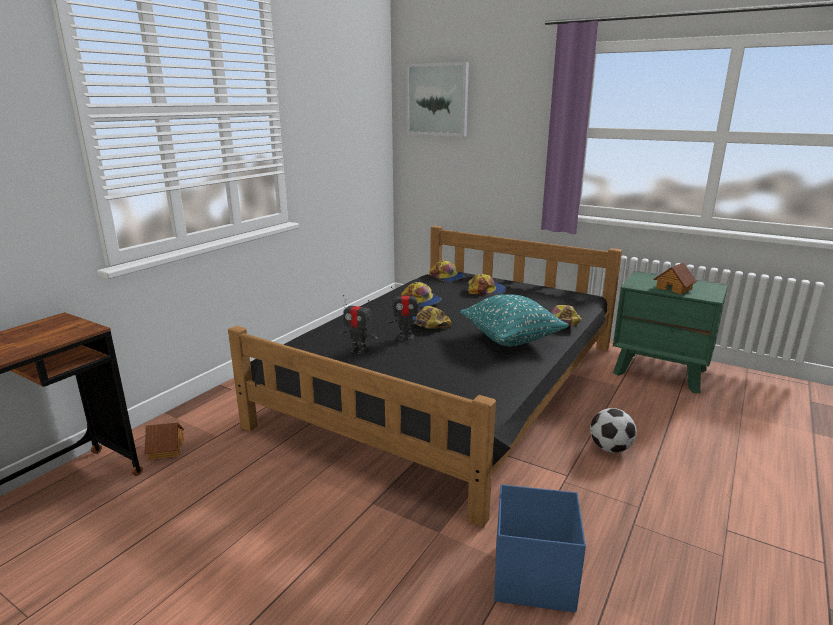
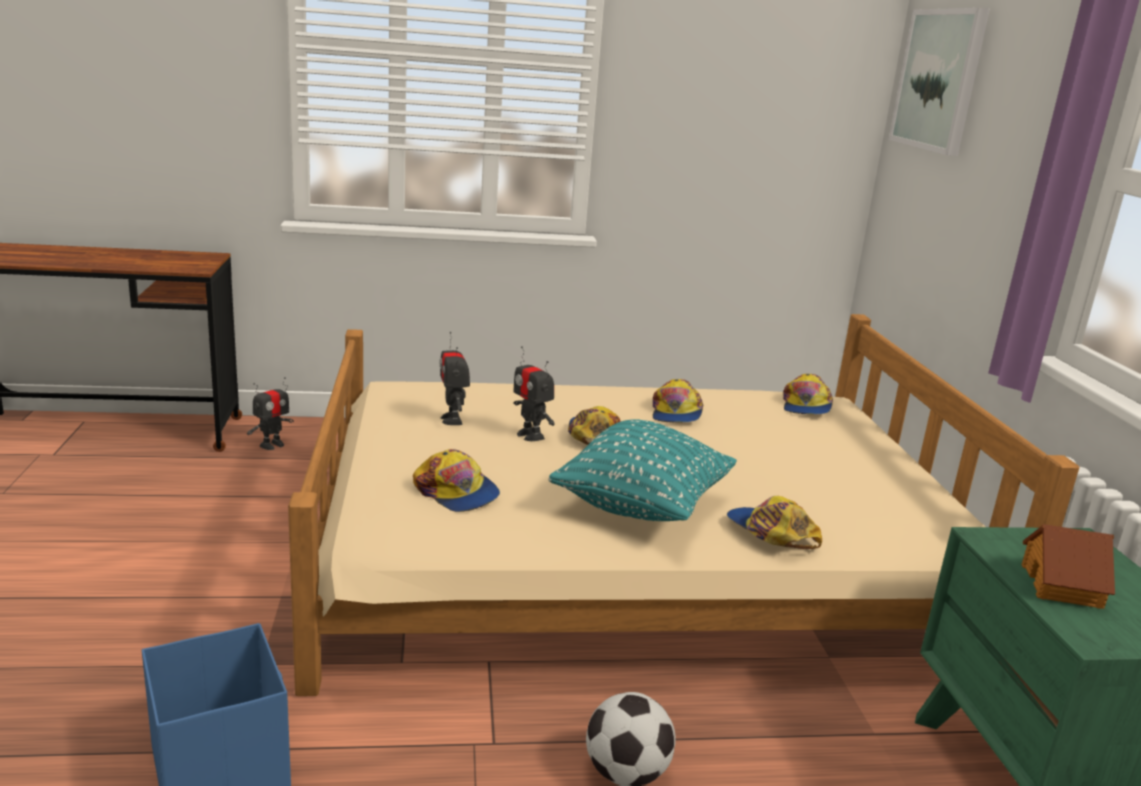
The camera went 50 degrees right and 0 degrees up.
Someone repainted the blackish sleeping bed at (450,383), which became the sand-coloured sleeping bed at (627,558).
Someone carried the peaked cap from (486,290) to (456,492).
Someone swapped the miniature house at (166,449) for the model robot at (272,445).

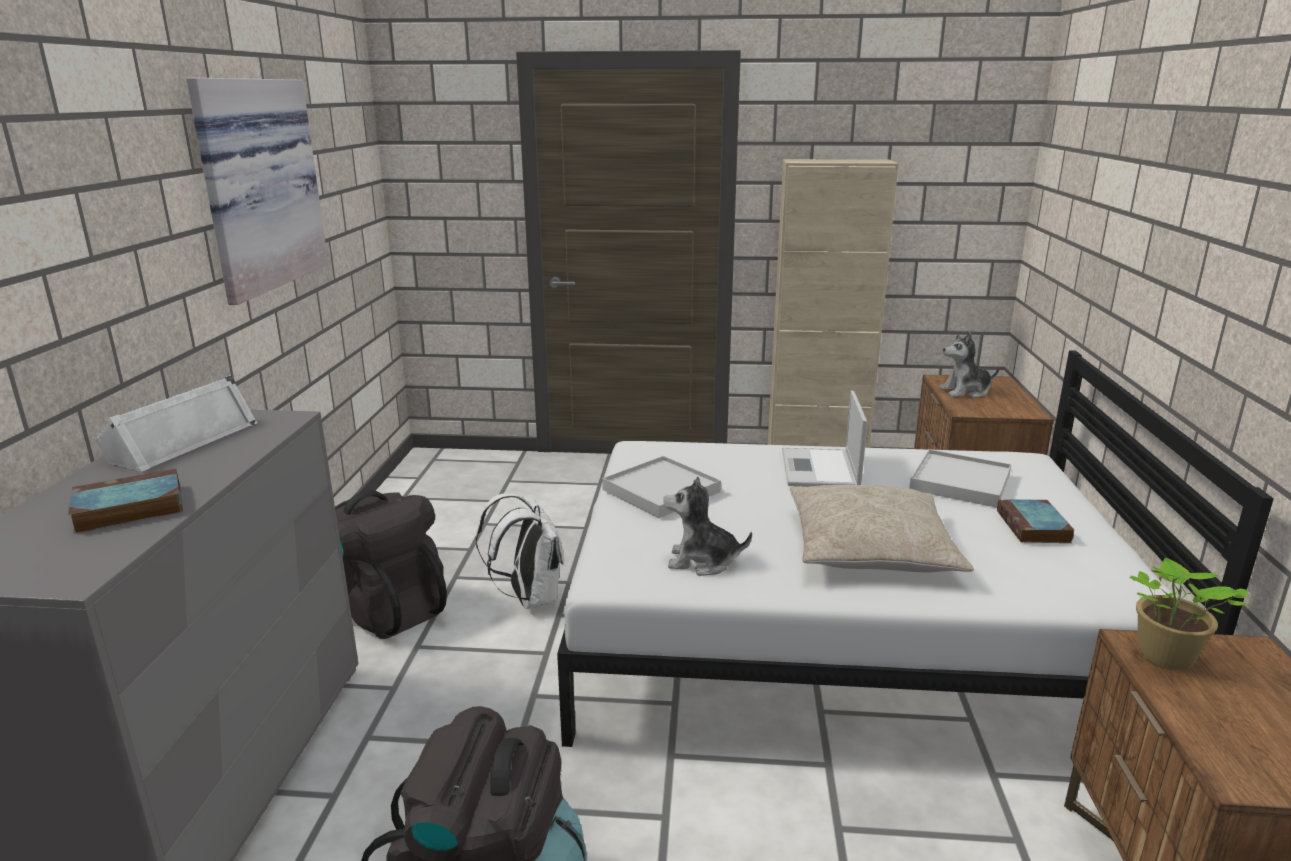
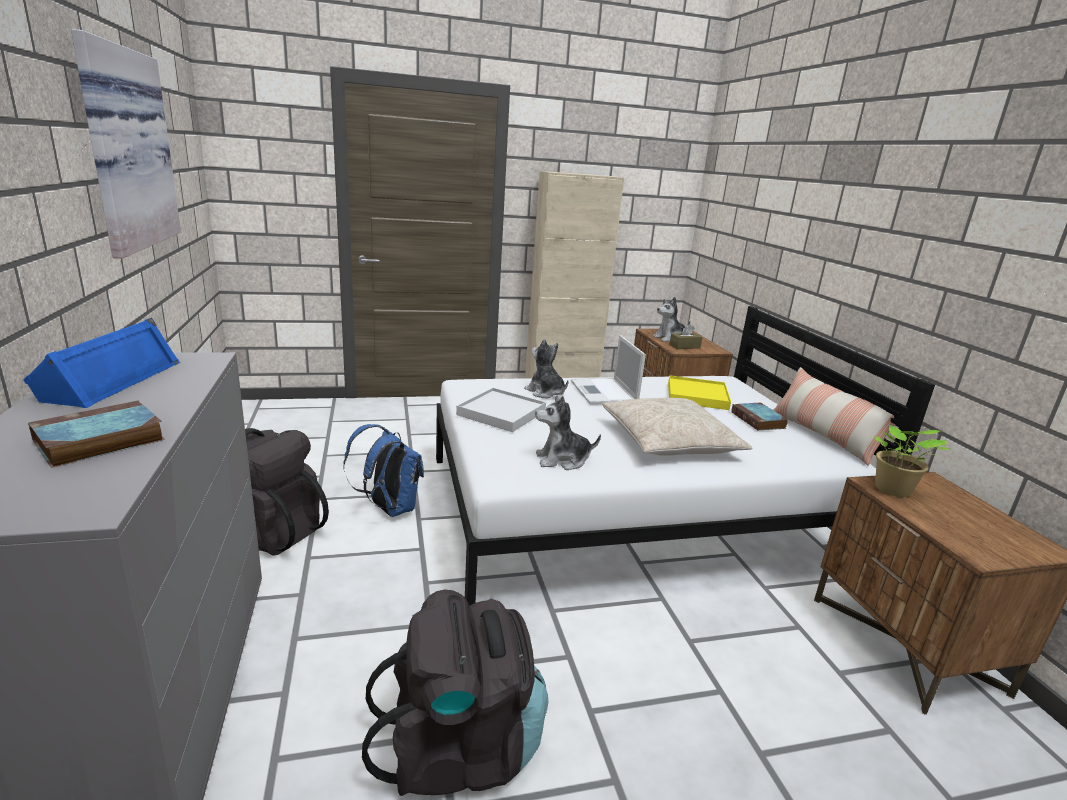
The camera went 20 degrees left and 0 degrees up.
Someone repainted the white audio speaker at (181,441), which became the blue-coloured audio speaker at (109,380).
Someone repainted the white serving tray at (960,482), which became the yellow-coloured serving tray at (697,396).
Someone repainted the white rucksack at (529,598), which became the blue-coloured rucksack at (389,508).
Someone put down the brown-coloured tissue holder at (684,346).
Someone put down the plush toy at (545,392).
Someone put down the pillow at (823,436).

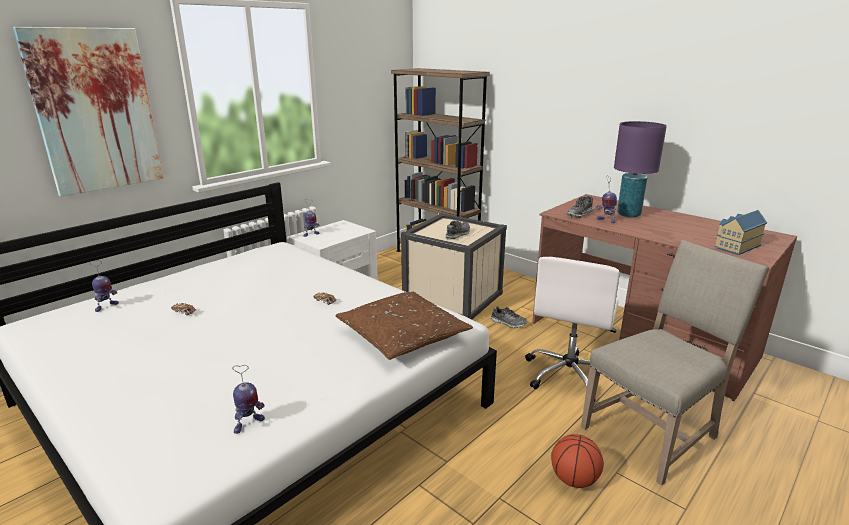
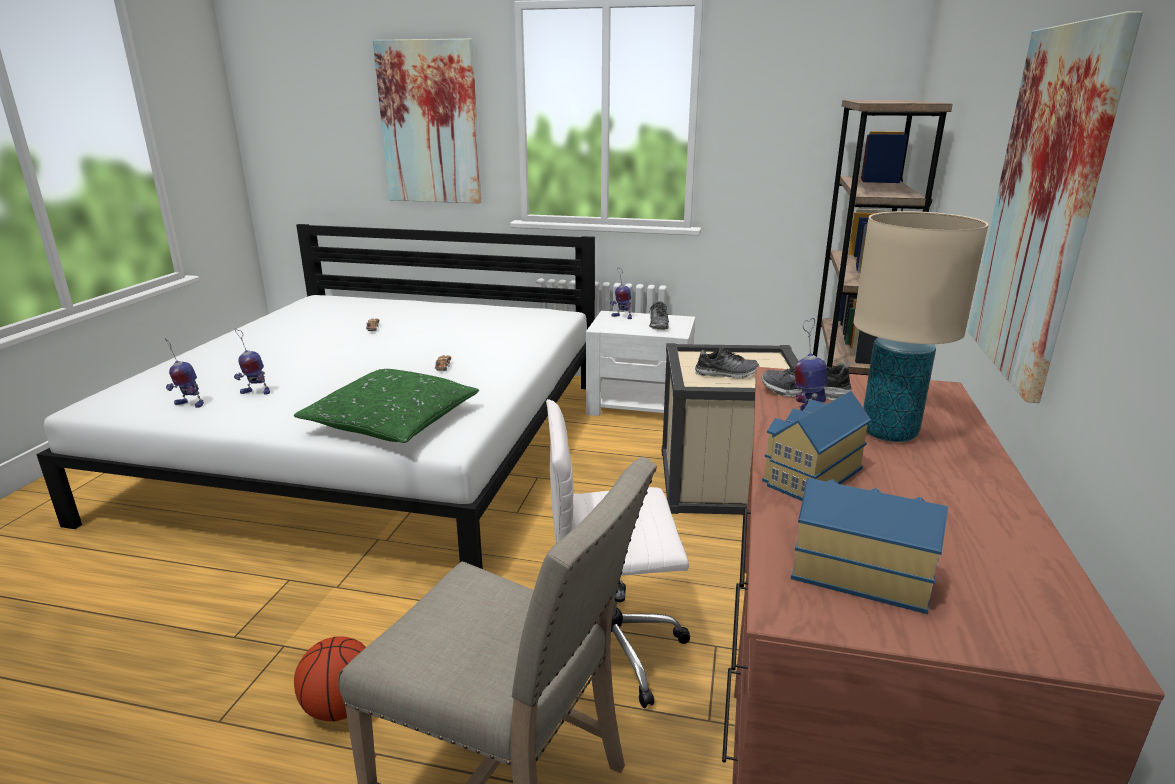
The camera went 60 degrees right and 0 degrees up.
Someone repainted the purple table lamp at (628,214), which became the sand-coloured table lamp at (889,432).
Someone carried the model robot from (106,307) to (255,392).
Someone repainted the brown-coloured pillow at (402,335), which became the greenish pillow at (393,421).
Someone carried the low shoe from (508,323) to (659,324).
Someone put up the picture at (1042,208).
Someone put down the miniature house at (809,475).

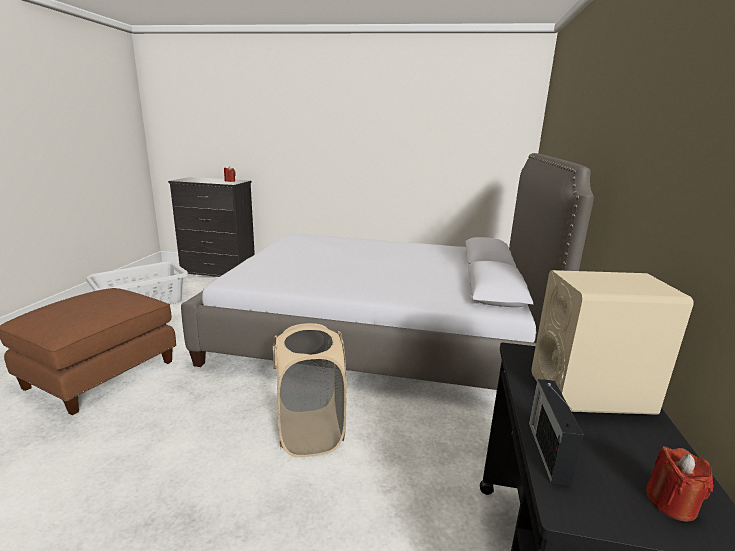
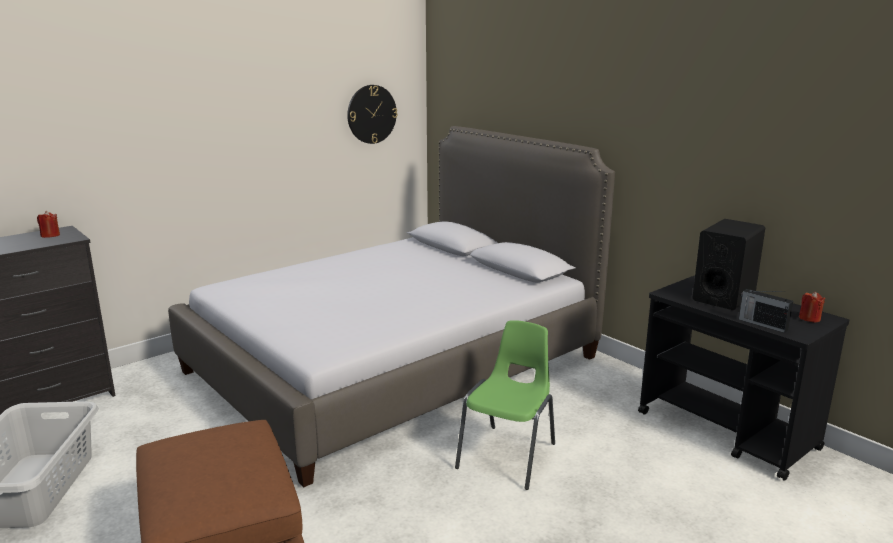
The camera went 50 degrees left and 0 degrees up.
Someone repainted the sand-coloured audio speaker at (590,393), which became the blackish audio speaker at (724,297).
Someone swapped the sand-coloured washing basket at (310,433) for the greenish upright chair at (509,455).
Someone put up the clock on the wall at (371,114).

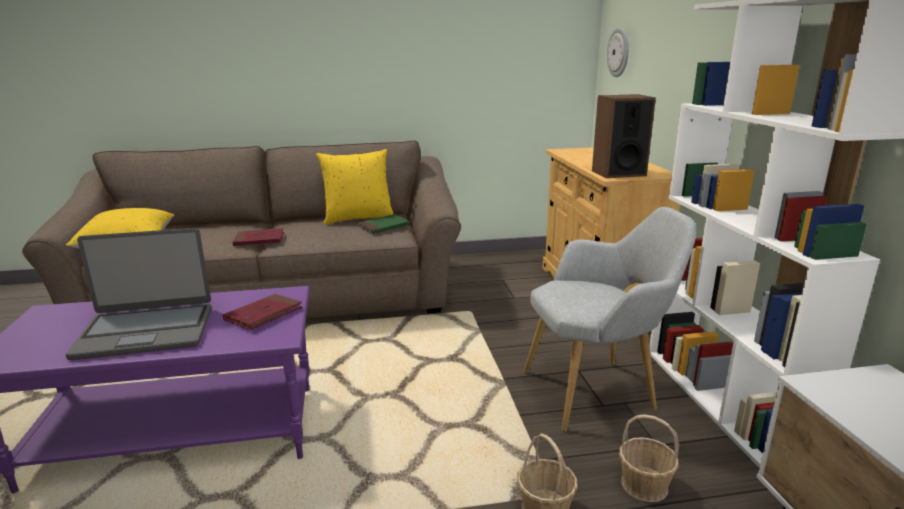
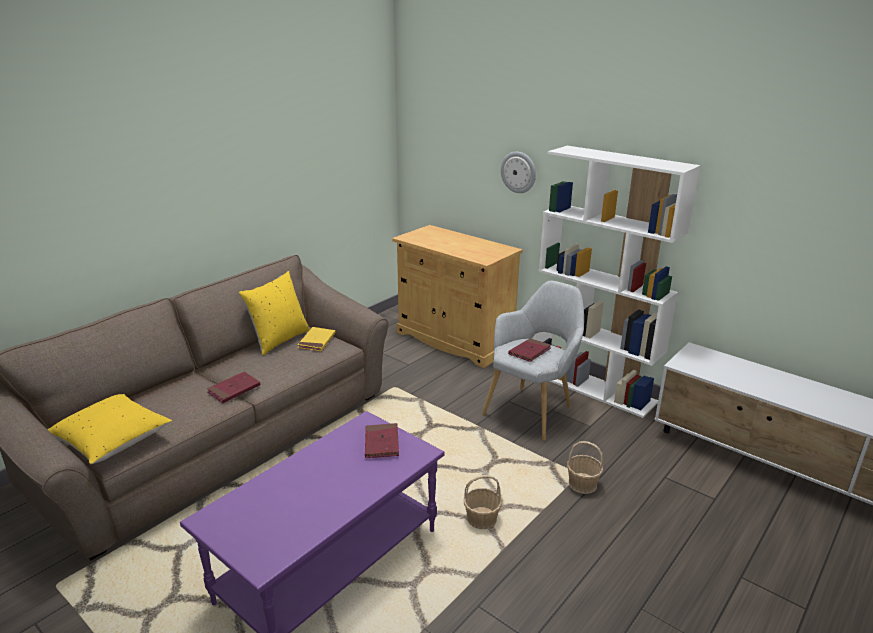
The camera went 40 degrees left and 5 degrees up.
Someone carried the clock on the wall from (619,52) to (518,172).
Someone took away the audio speaker at (618,173).
Someone repainted the greenish bound book at (384,226), which became the yellow-coloured bound book at (317,341).
Someone took away the notebook computer at (146,331).
Someone carried the storage basket from (644,485) to (482,519).
Someone put down the red-coloured bound book at (529,352).

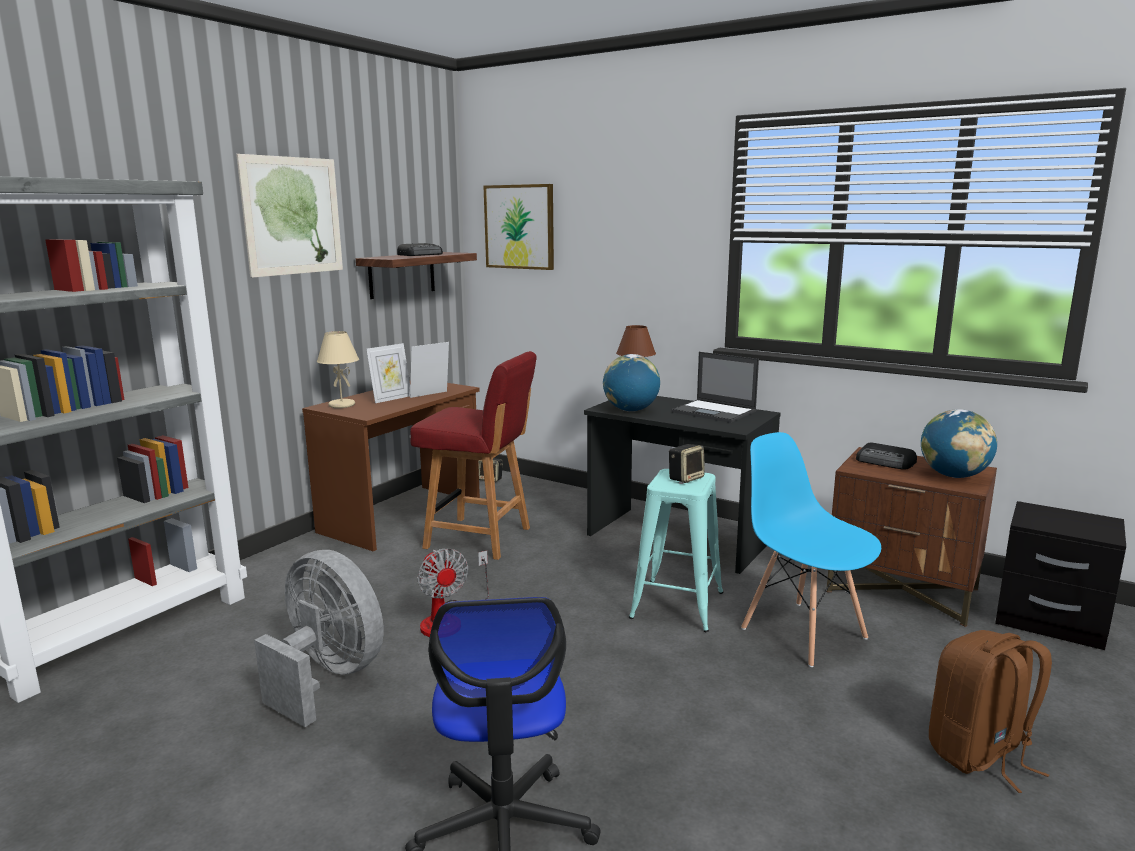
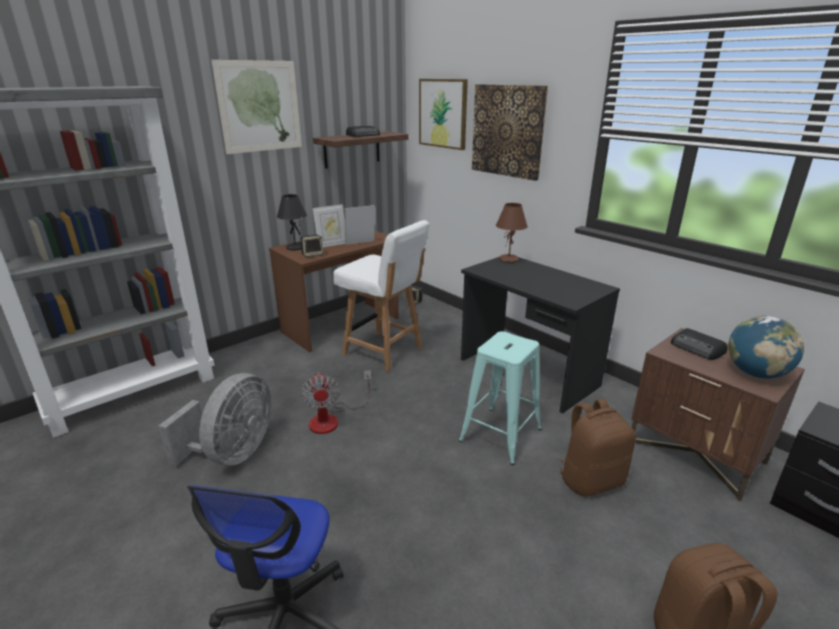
The camera went 15 degrees right and 10 degrees up.
Someone repainted the sand-coloured table lamp at (341,405), which became the blackish table lamp at (295,248).
Someone repainted the red-coloured upright chair at (480,538), which became the white upright chair at (384,351).
Someone took away the notebook computer at (714,412).
Someone took away the world globe at (630,410).
Someone swapped the blue-coloured upright chair at (803,632) for the brown-coloured rucksack at (591,480).
Someone carried the audio speaker from (686,478) to (312,254).
Someone rotated the greyish electric fan at (327,677) by 60 degrees clockwise.
Someone put up the picture at (508,131).

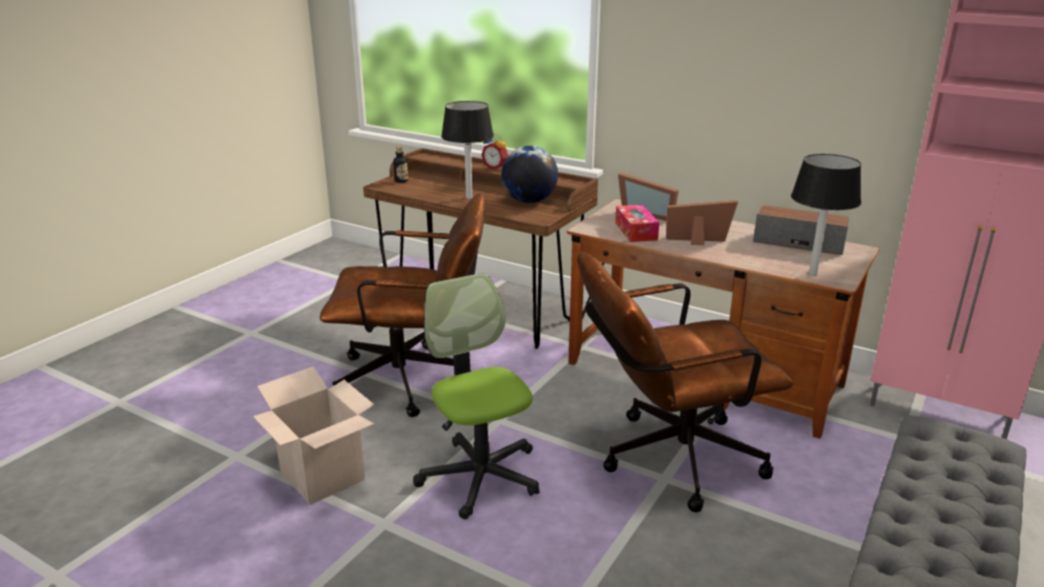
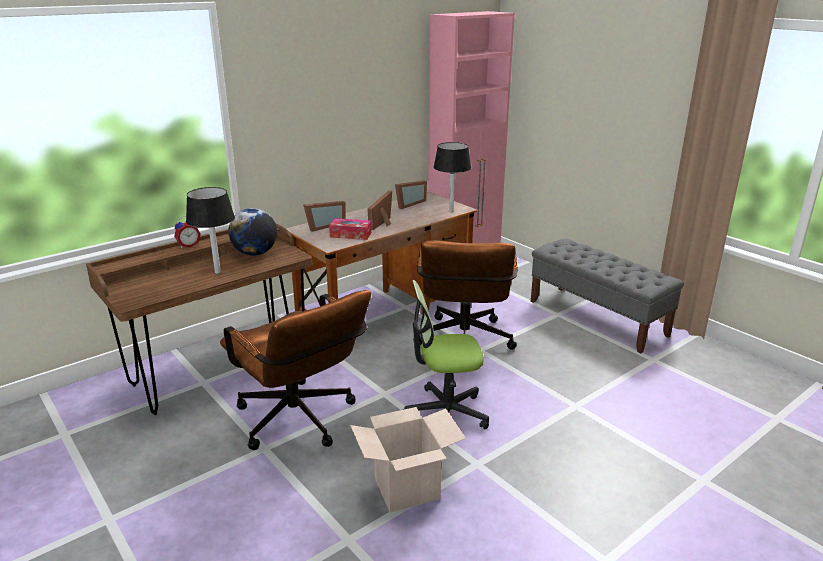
The camera went 70 degrees left and 0 degrees up.
Someone took away the bottle at (401,181).
Someone rotated the brown-coloured office chair at (414,380) by 120 degrees clockwise.
Someone swapped the audio speaker at (799,242) for the picture frame at (408,204).

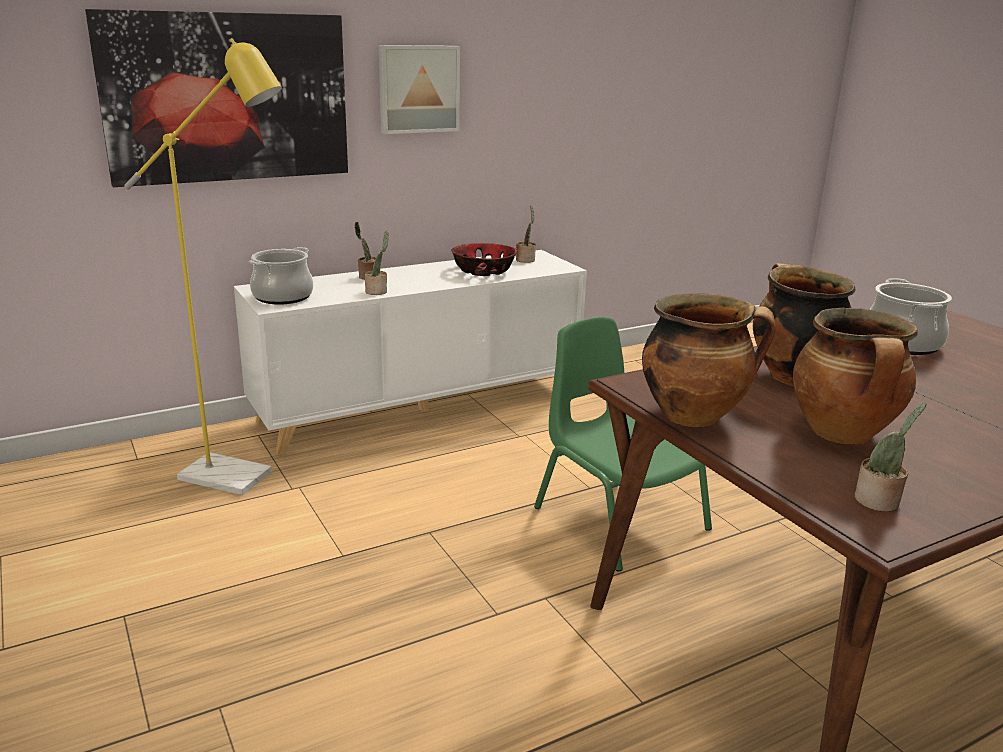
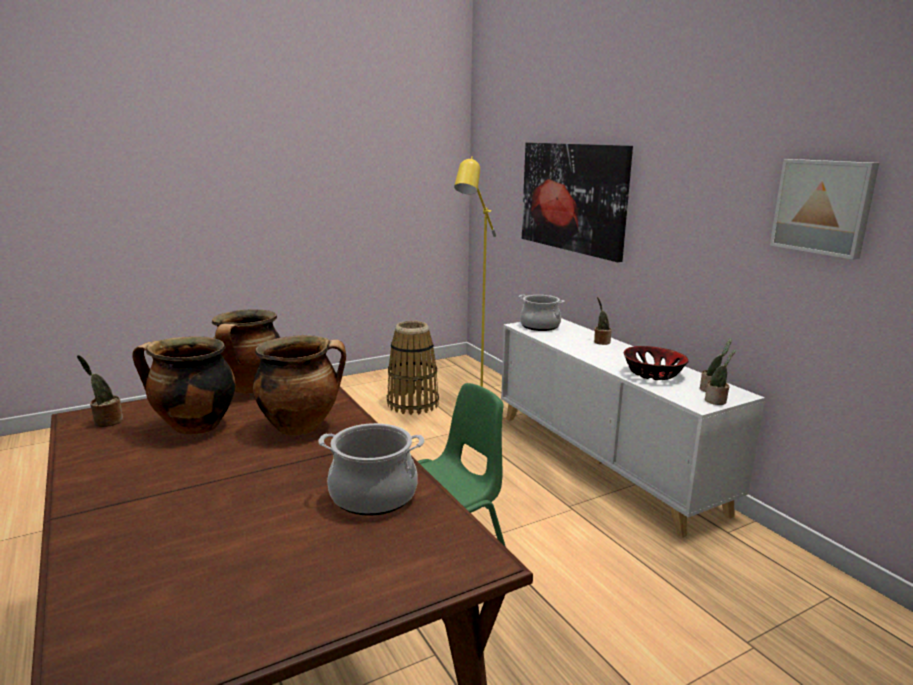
The camera went 90 degrees right and 5 degrees down.
Someone carried the picture from (418,89) to (823,207).
Someone carried the houseplant from (377,291) to (716,401).
Someone put down the storage basket at (413,404).

